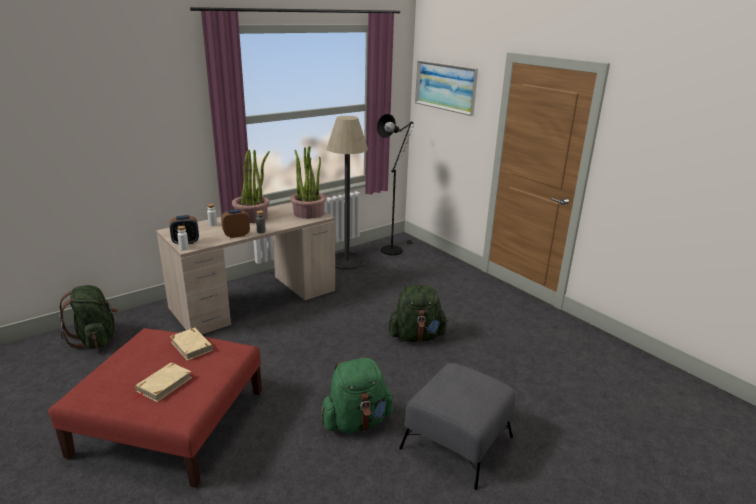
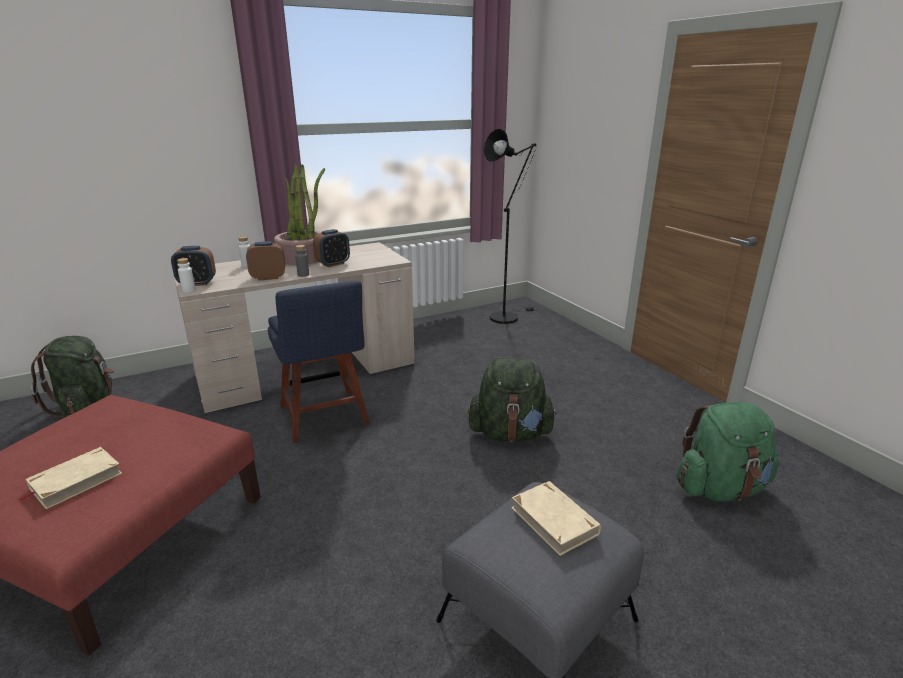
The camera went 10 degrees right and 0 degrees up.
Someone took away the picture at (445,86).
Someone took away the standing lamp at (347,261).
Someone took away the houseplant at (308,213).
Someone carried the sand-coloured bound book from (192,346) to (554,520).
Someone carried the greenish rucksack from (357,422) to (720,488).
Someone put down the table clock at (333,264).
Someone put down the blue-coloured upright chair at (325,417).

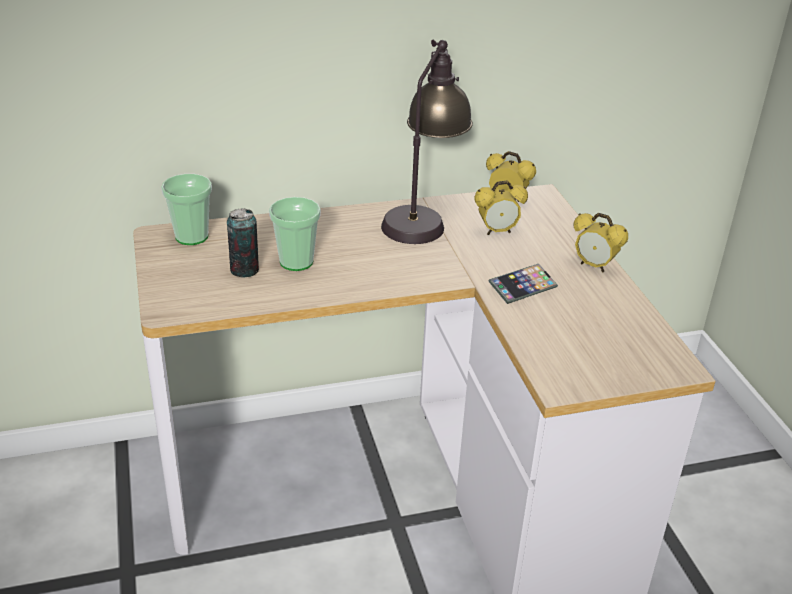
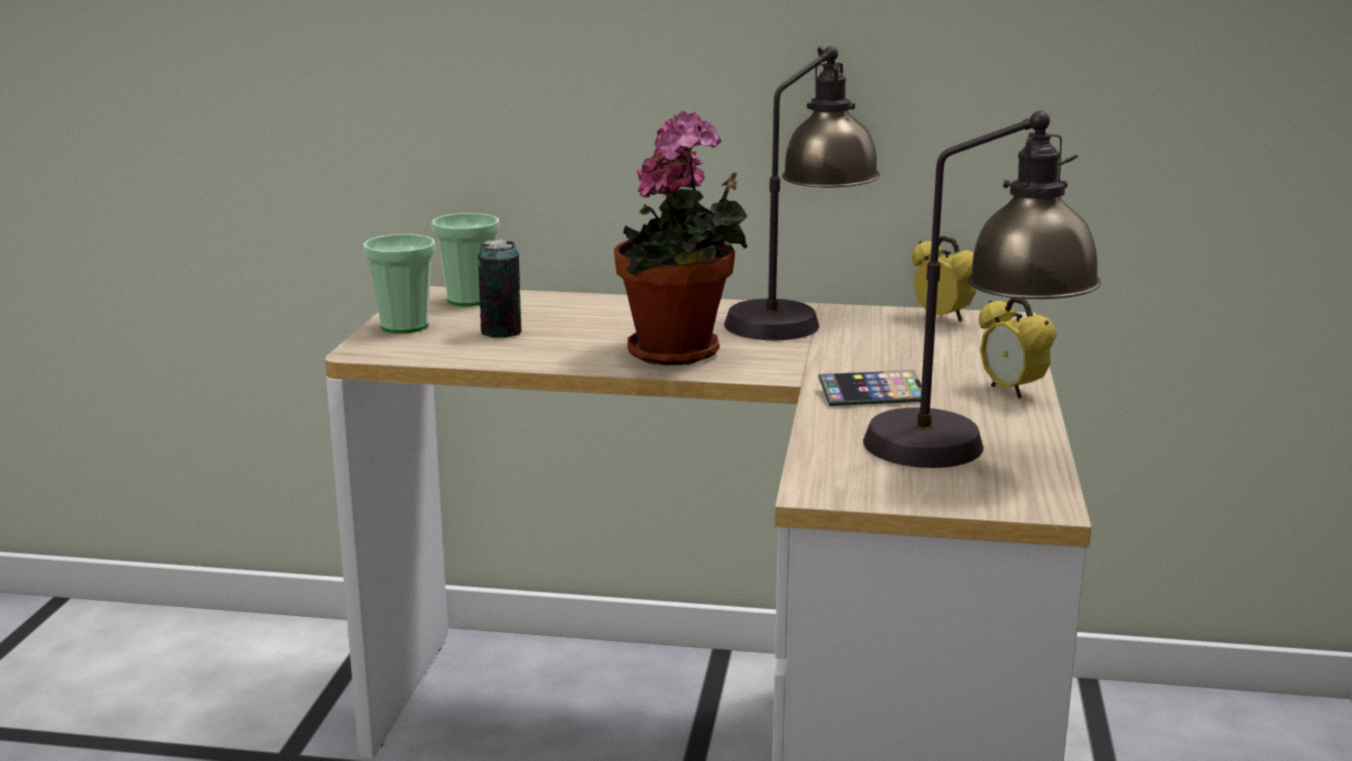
The camera went 25 degrees right and 15 degrees down.
Someone took away the table clock at (497,232).
Someone carried the drinking cup from (296,262) to (404,326).
Someone put down the table lamp at (971,450).
Someone put down the houseplant at (680,354).

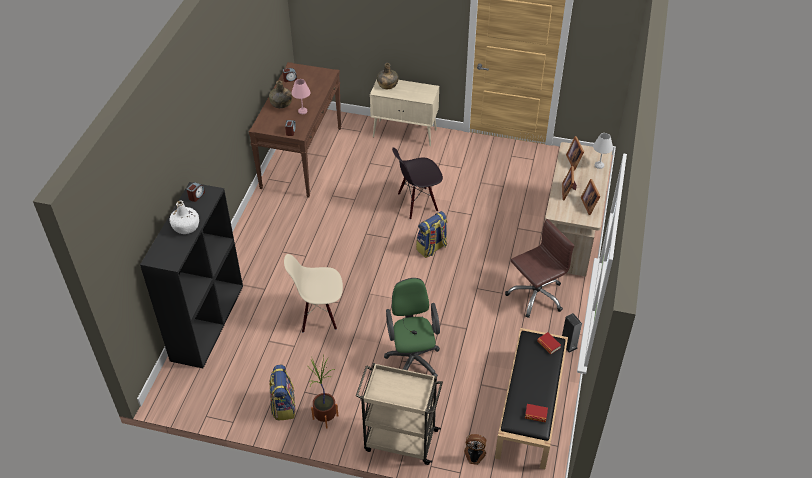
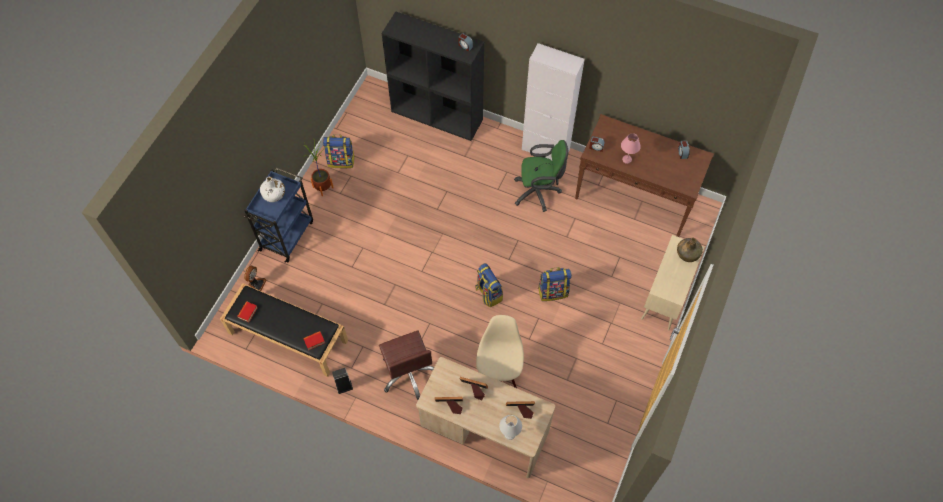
The camera went 100 degrees right and 15 degrees up.
Someone took away the greenish bottle at (281,103).
Someone swapped the blackish upright chair at (417,203) for the rucksack at (553,291).
Someone carried the white bottle from (186,227) to (274,194).
Someone carried the sand-coloured upright chair from (319,315) to (499,372).
Someone carried the greenish office chair from (413,357) to (539,192).
Someone repainted the sand-coloured cart at (399,440), which became the blue-coloured cart at (287,234).
Someone put down the white cupboard at (545,149).

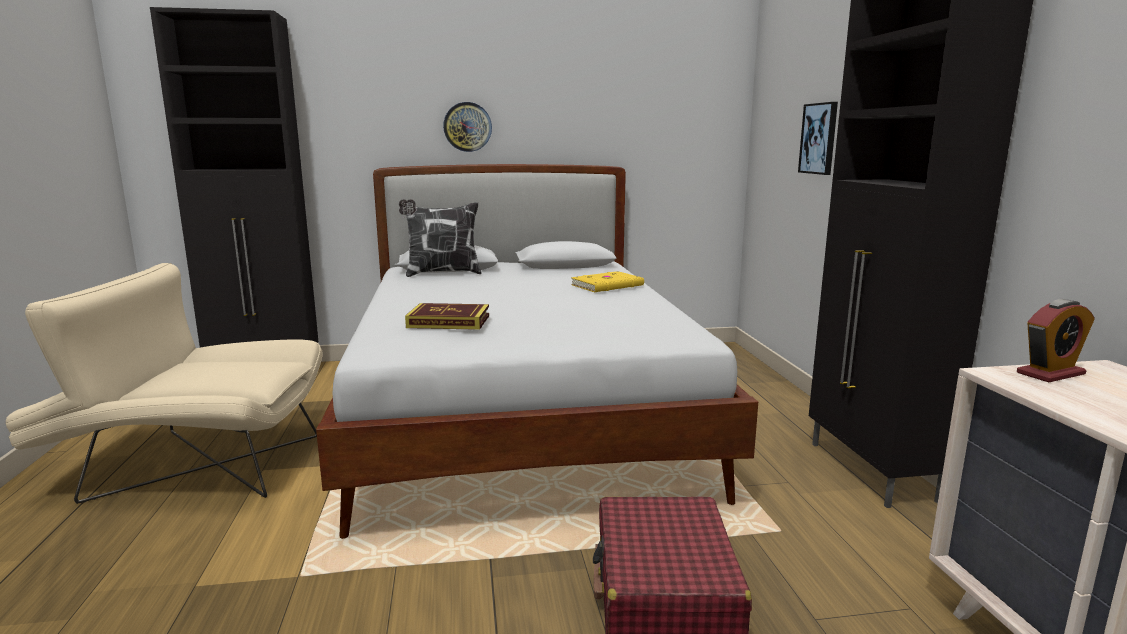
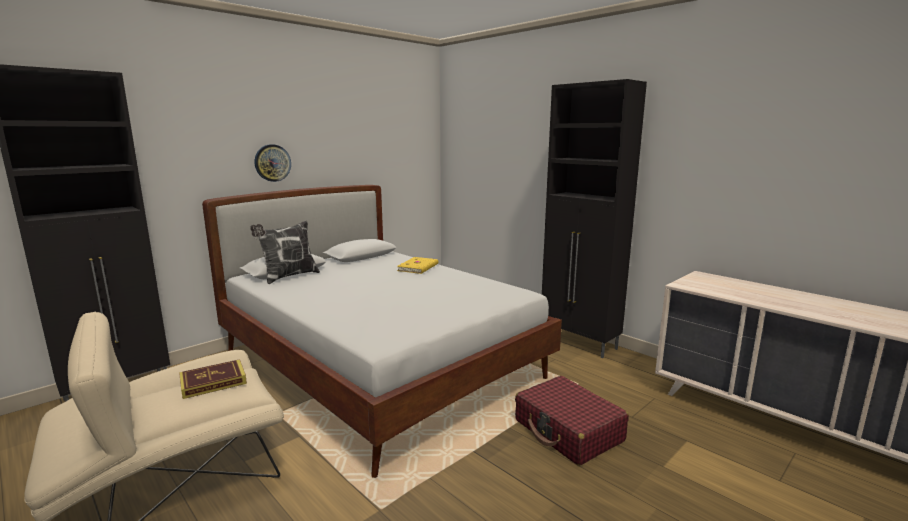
The camera went 35 degrees left and 0 degrees up.
Someone took away the picture at (819,138).
Someone took away the table clock at (1050,373).
Someone carried the bound book from (448,321) to (213,382).

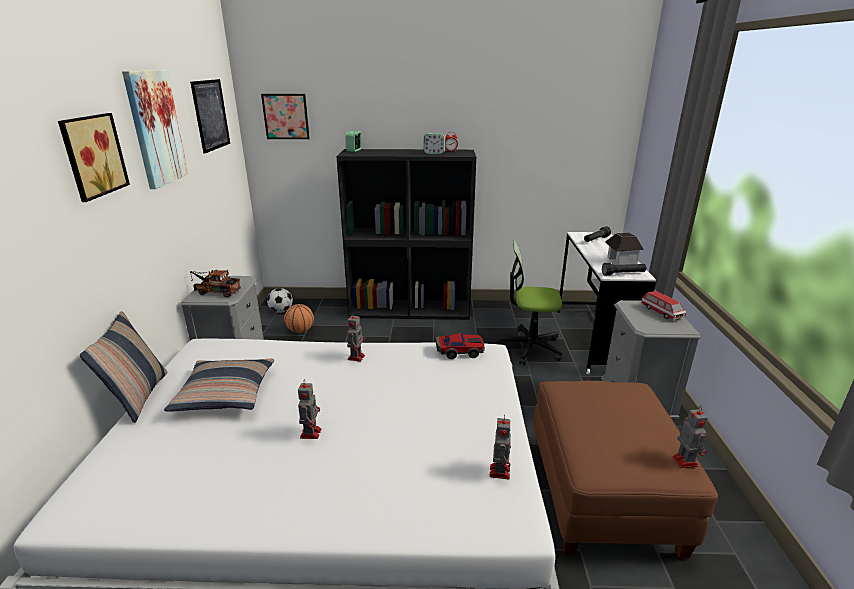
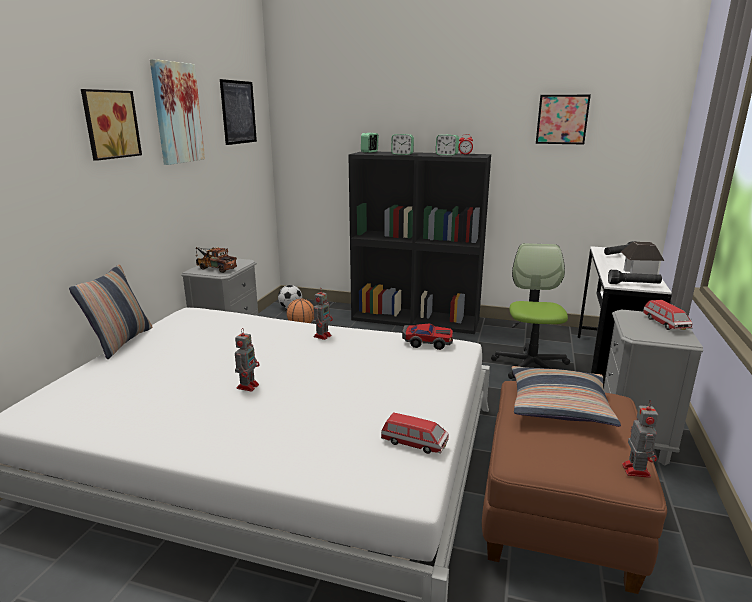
The camera went 15 degrees right and 5 degrees down.
Someone carried the picture from (286,116) to (562,119).
Someone rotated the office chair at (529,347) by 75 degrees clockwise.
Someone carried the pillow from (225,394) to (559,406).
Someone swapped the model robot at (499,471) for the model car at (414,443).
Someone put down the table clock at (402,154).

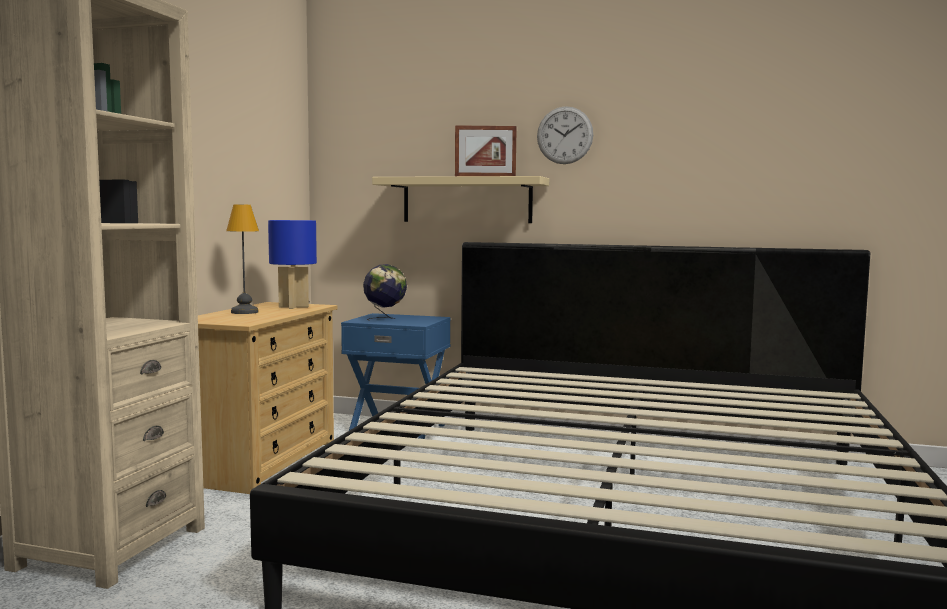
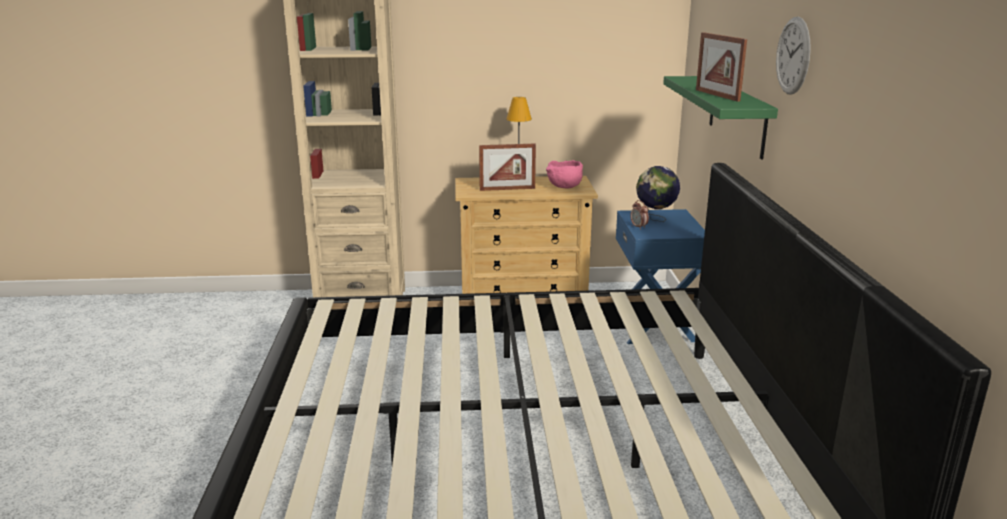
The camera went 70 degrees right and 15 degrees up.
Someone repainted the sand-coloured wall shelf at (467,200), which became the greenish wall shelf at (737,115).
Someone swapped the blue-coloured table lamp at (294,307) for the pink-coloured bowl at (564,187).
Someone put down the picture frame at (507,189).
Someone put down the table clock at (638,227).

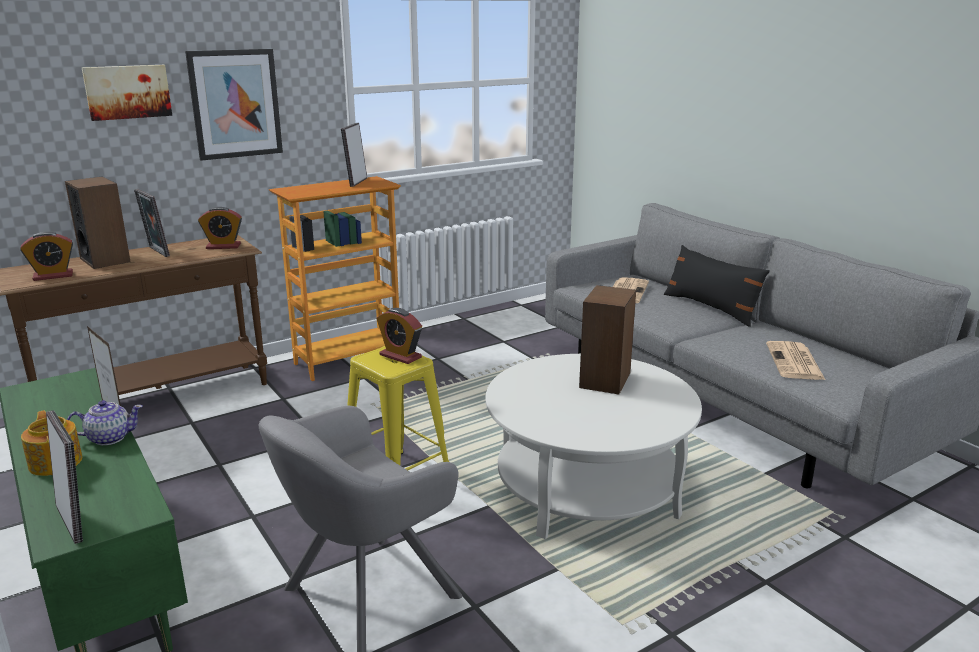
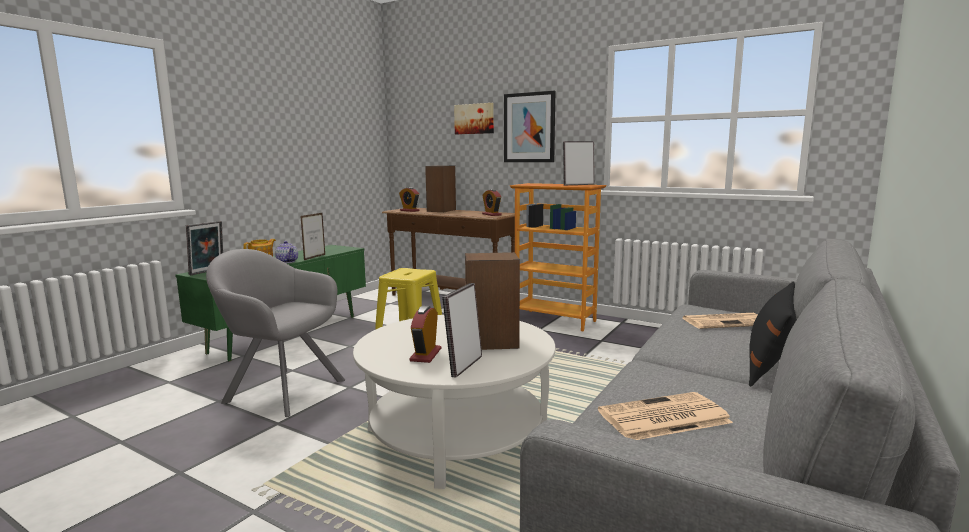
The camera went 65 degrees right and 10 degrees down.
Someone carried the picture frame from (156,252) to (463,366).
Someone carried the table clock from (400,356) to (425,355).

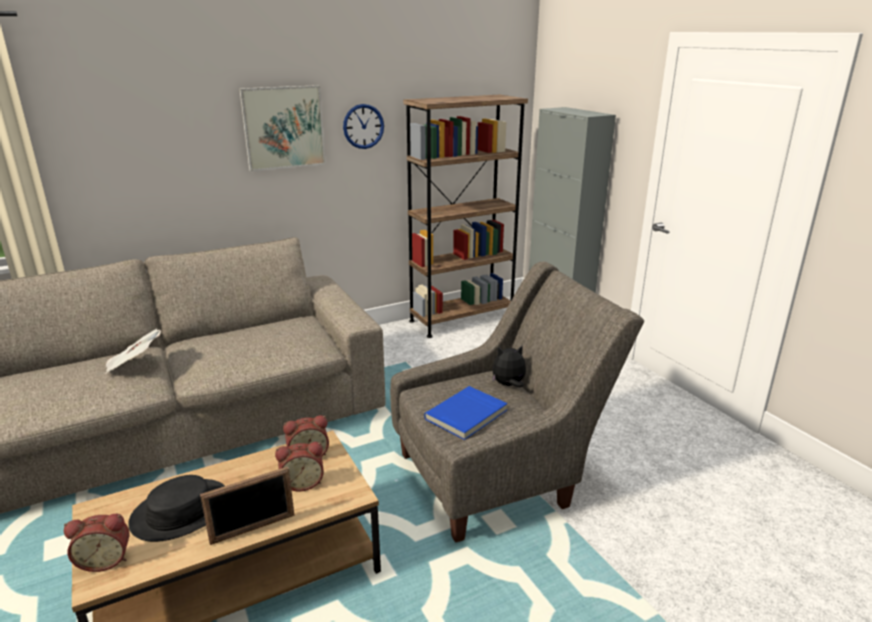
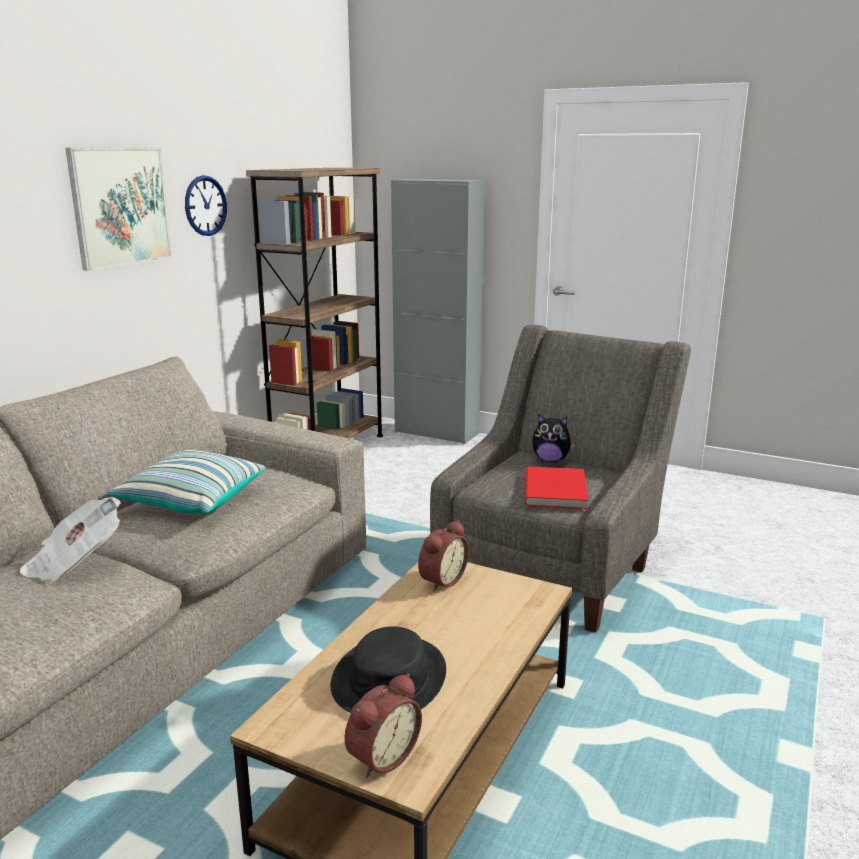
The camera went 35 degrees left and 5 degrees down.
Someone rotated the plush toy at (508,385) by 120 degrees counterclockwise.
Someone repainted the blue-coloured bound book at (467,415), which became the red-coloured bound book at (557,491).
Someone took away the table clock at (302,482).
Someone took away the picture frame at (253,529).
Someone put down the pillow at (191,501).

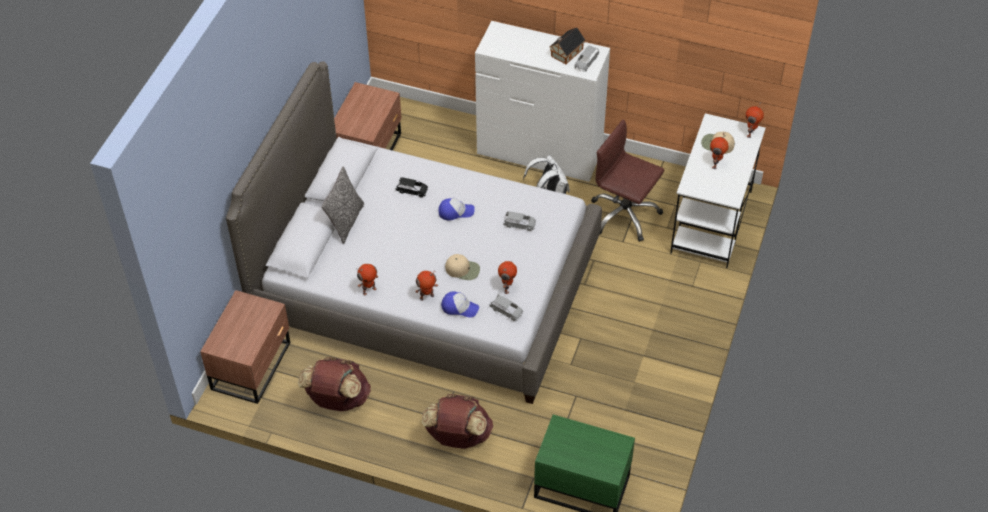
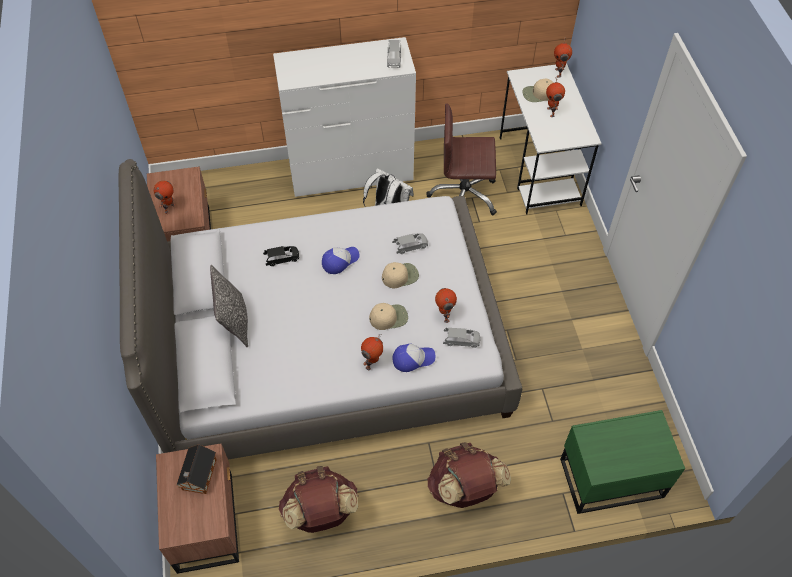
The camera went 30 degrees left and 5 degrees up.
Someone carried the miniature house from (565,53) to (198,476).
Someone carried the model robot from (369,290) to (169,208).
Someone put down the sand-coloured peaked cap at (400,276).

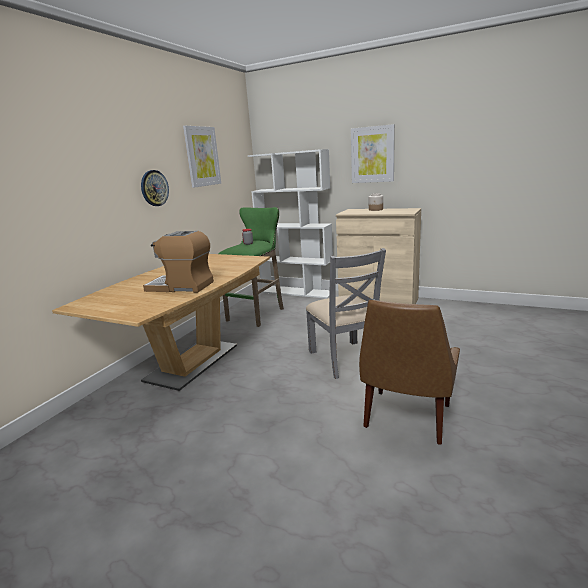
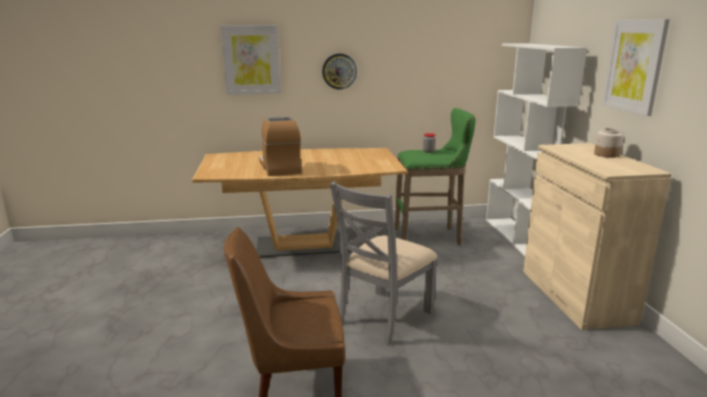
The camera went 55 degrees right and 0 degrees up.
Someone carried the picture from (202,156) to (251,60).

